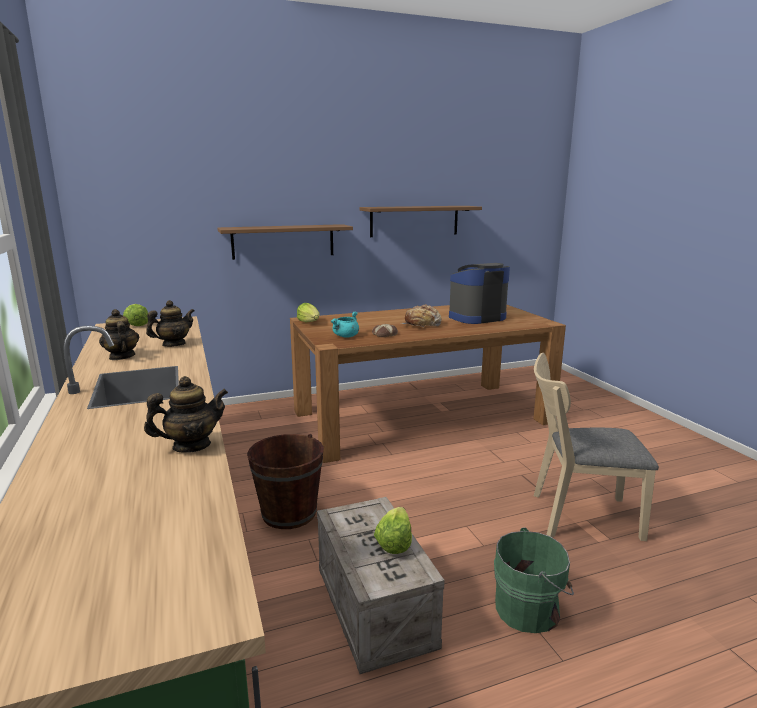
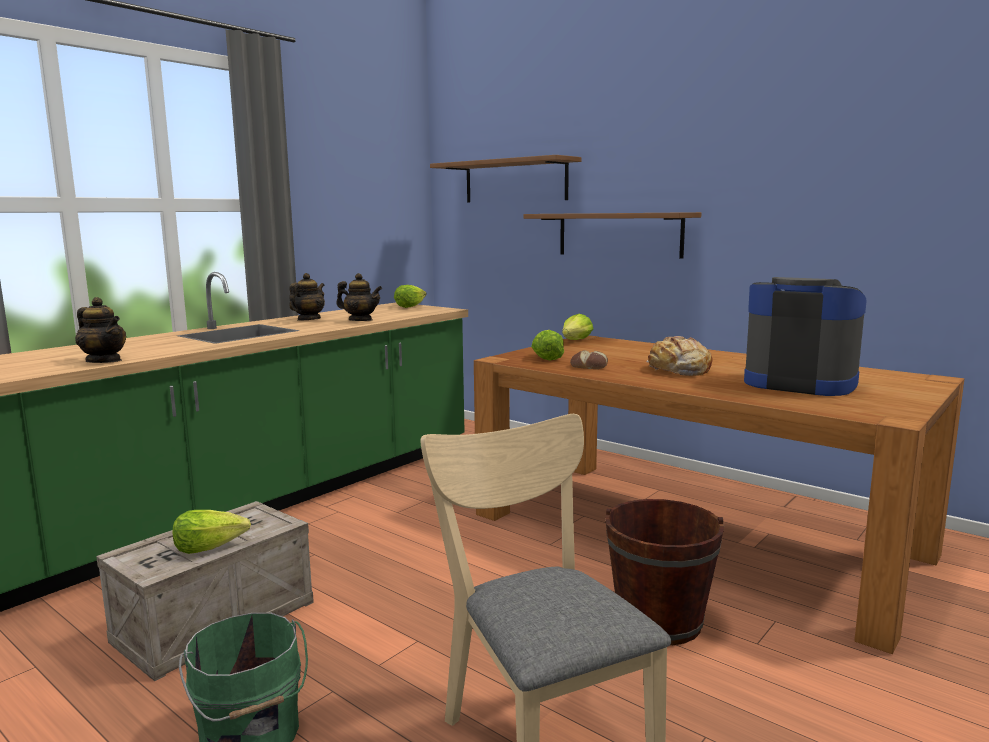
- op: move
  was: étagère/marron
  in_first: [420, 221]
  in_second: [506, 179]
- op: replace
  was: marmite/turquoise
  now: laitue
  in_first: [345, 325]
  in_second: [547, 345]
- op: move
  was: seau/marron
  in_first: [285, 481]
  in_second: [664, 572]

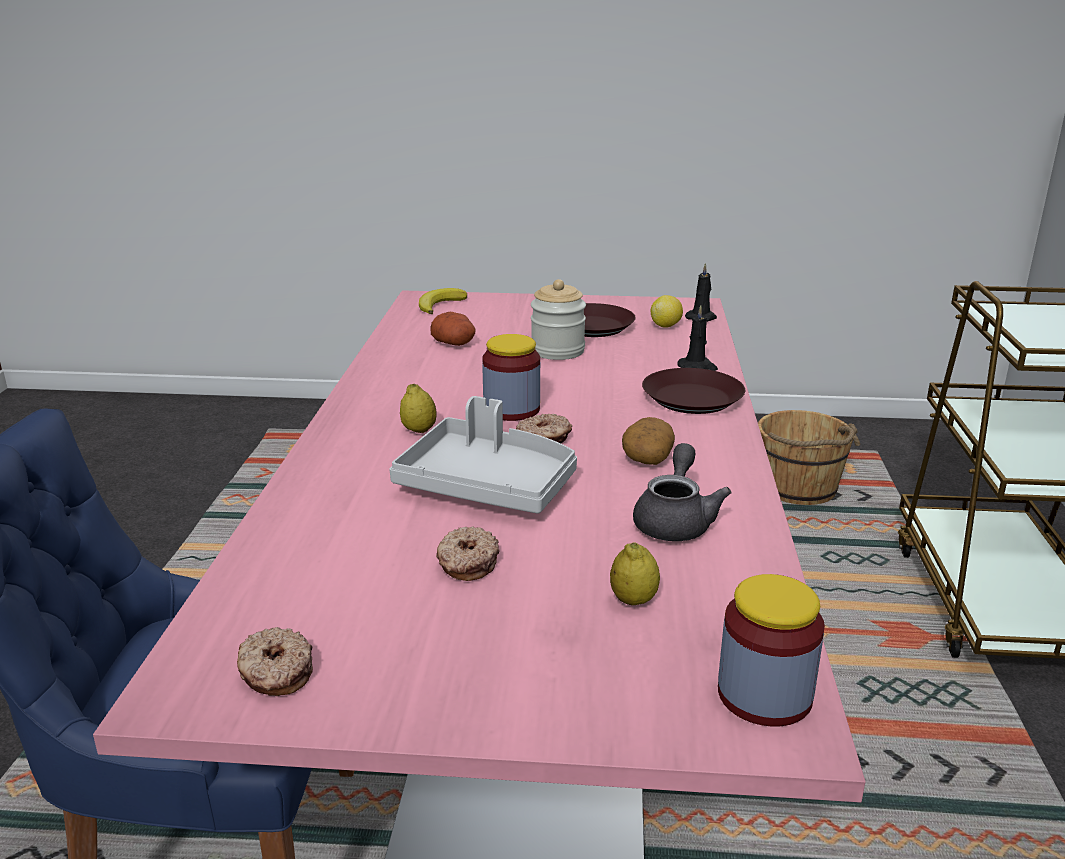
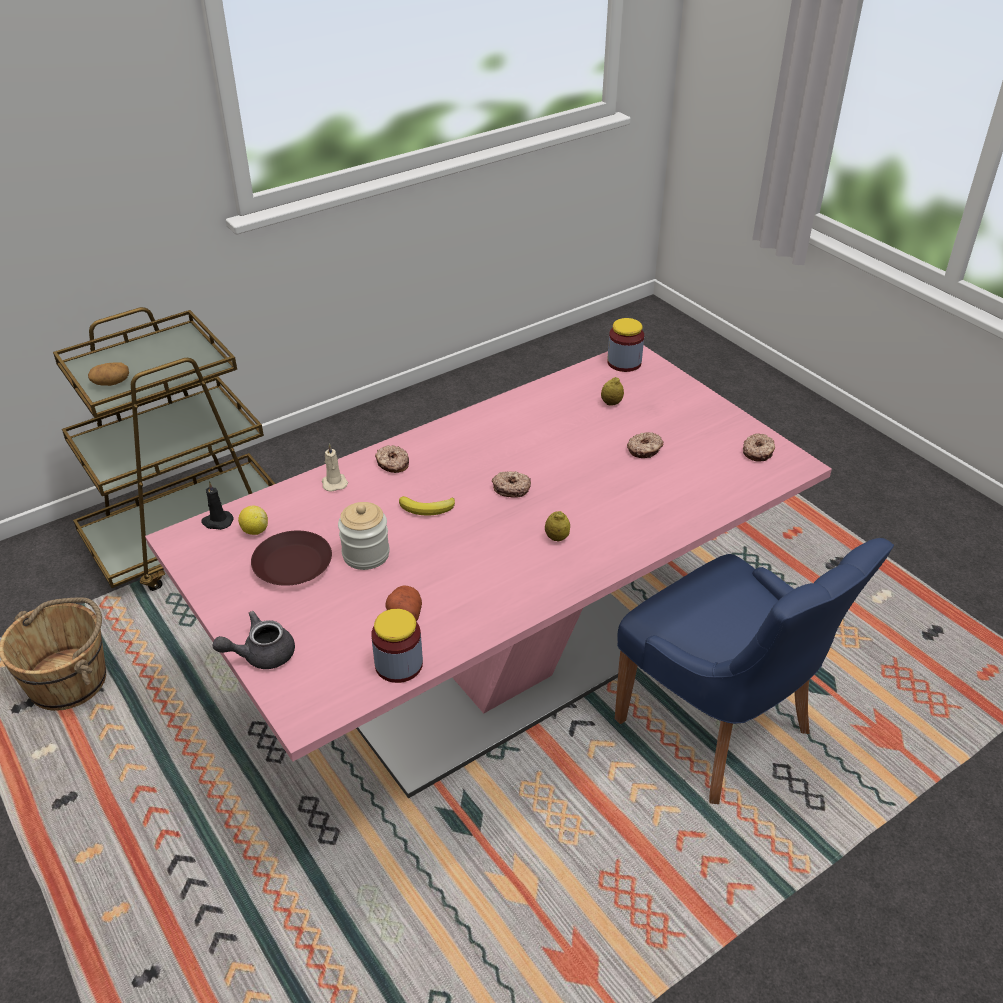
- op: move
  was: pomme de terre
  in_first: [648, 441]
  in_second: [108, 374]
- op: move
  was: théière/gris
  in_first: [682, 492]
  in_second: [253, 640]
- op: recolor
  was: bougie/noir
  now: bougie/beige
  in_first: [697, 338]
  in_second: [335, 467]
- op: move
  was: bocal
  in_first: [511, 377]
  in_second: [397, 646]
- op: replace
  was: assiette/marron
  now: beignet
  in_first: [693, 391]
  in_second: [392, 459]
- op: move
  was: banane
  in_first: [443, 301]
  in_second: [427, 506]
- op: delete
  was: plateau/gris
  in_first: [483, 455]

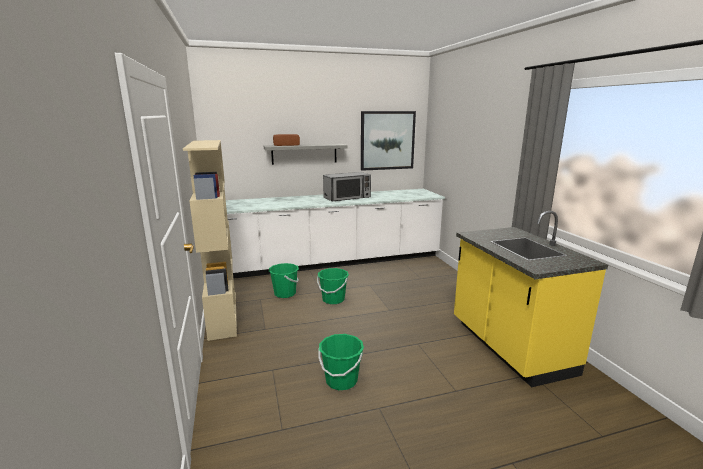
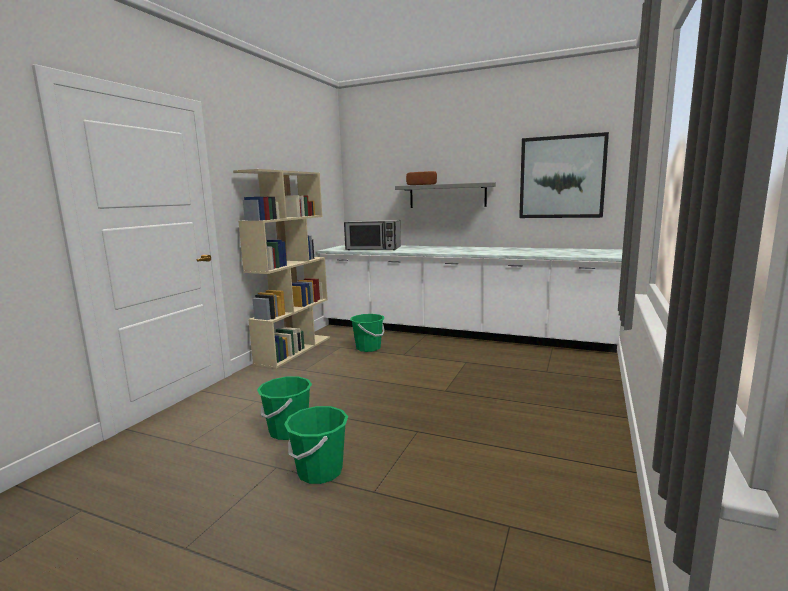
- op: move
  was: seau/vert
  in_first: [333, 286]
  in_second: [316, 445]
- op: move
  was: micro-ondes
  in_first: [347, 187]
  in_second: [372, 235]
- op: delete
  was: comptoir de cuisine/jaune
  in_first: [531, 299]

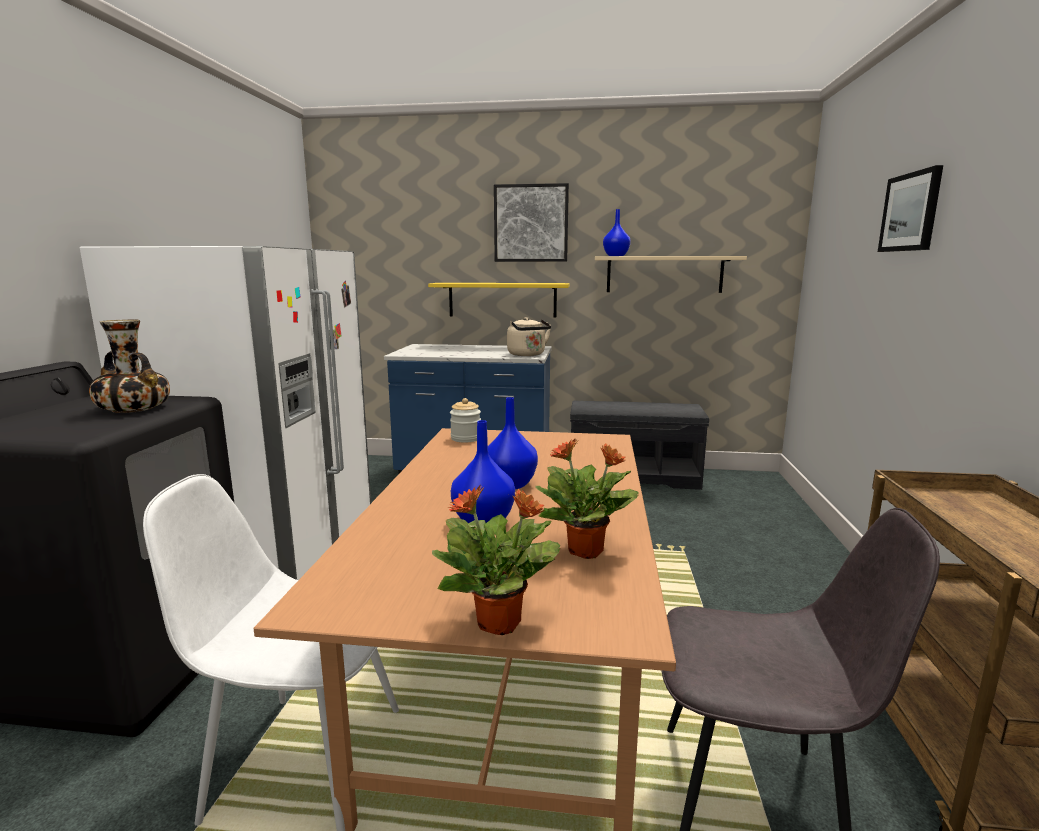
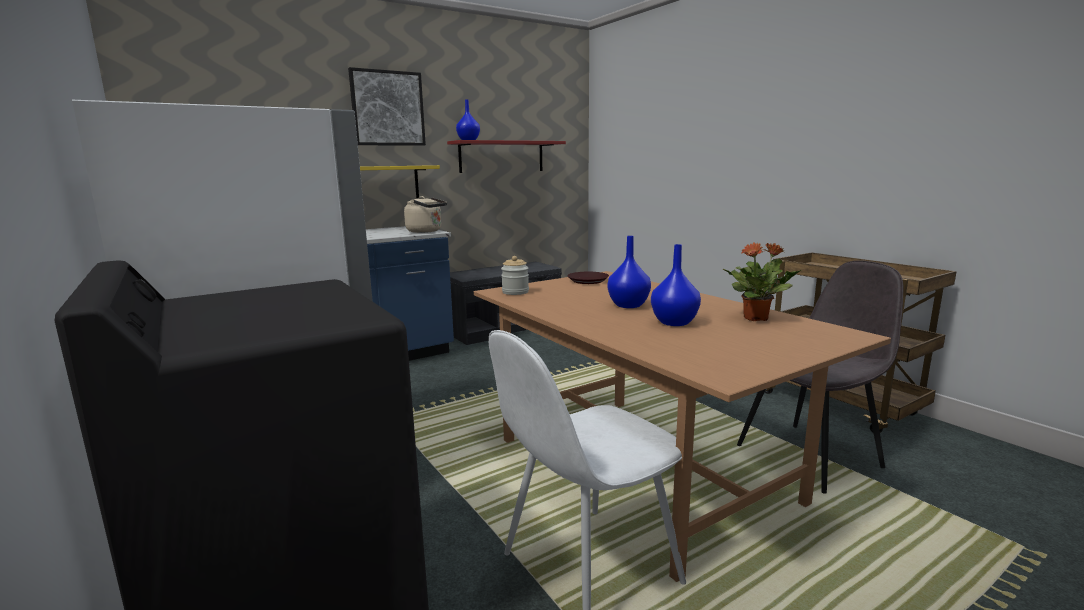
- op: recolor
  was: étagère/beige
  now: étagère/rouge
  in_first: [671, 274]
  in_second: [506, 156]
- op: insert
  now: assiette/marron
  in_second: [588, 278]
- op: delete
  was: vase
  in_first: [129, 366]
- op: delete
  was: plante en pot
  in_first: [496, 560]
- op: delete
  was: tableau
  in_first: [910, 208]

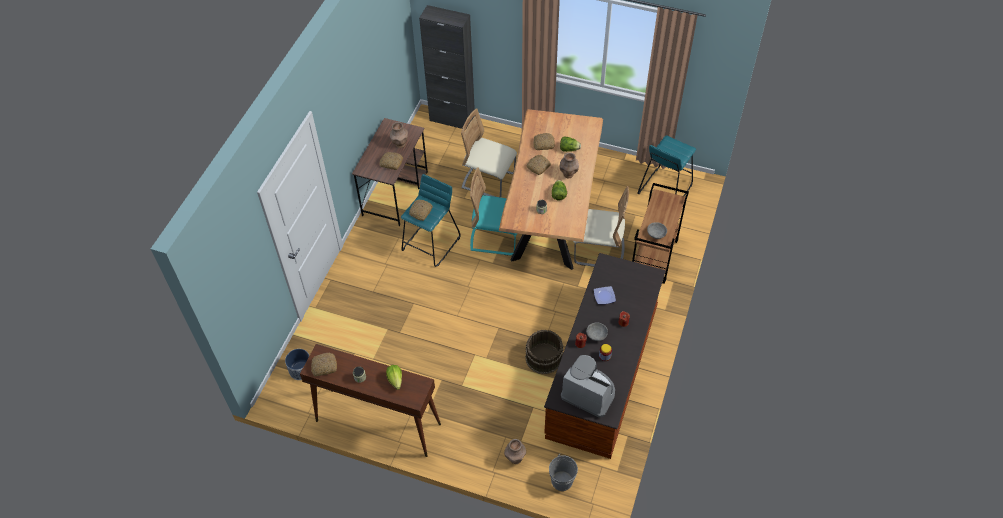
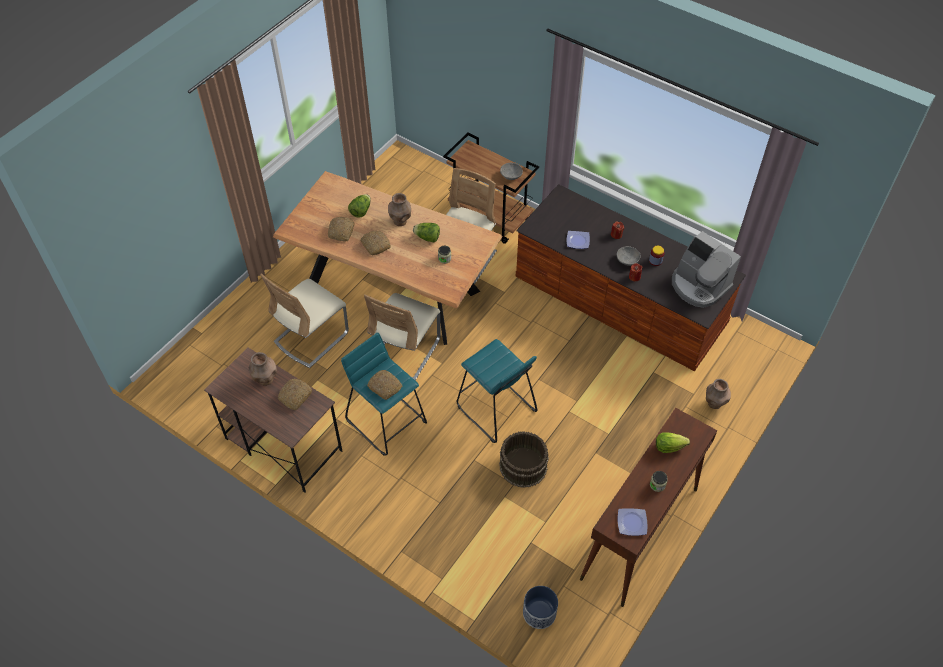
- op: recolor
  was: chaise/turquoise
  now: chaise/beige
  in_first: [493, 211]
  in_second: [402, 337]
- op: move
  was: tabouret/turquoise
  in_first: [666, 166]
  in_second: [497, 391]
- op: move
  was: seau/marron
  in_first: [544, 352]
  in_second: [524, 459]
- op: replace
  was: pain
  now: assiette
  in_first: [324, 364]
  in_second: [632, 522]
- op: rotate
  was: machine à café
  in_first: [588, 386]
  in_second: [706, 269]
  clockwise: -90
- op: delete
  was: meuble de rangement/noir
  in_first: [447, 67]
- op: delete
  was: seau/gris
  in_first: [563, 472]

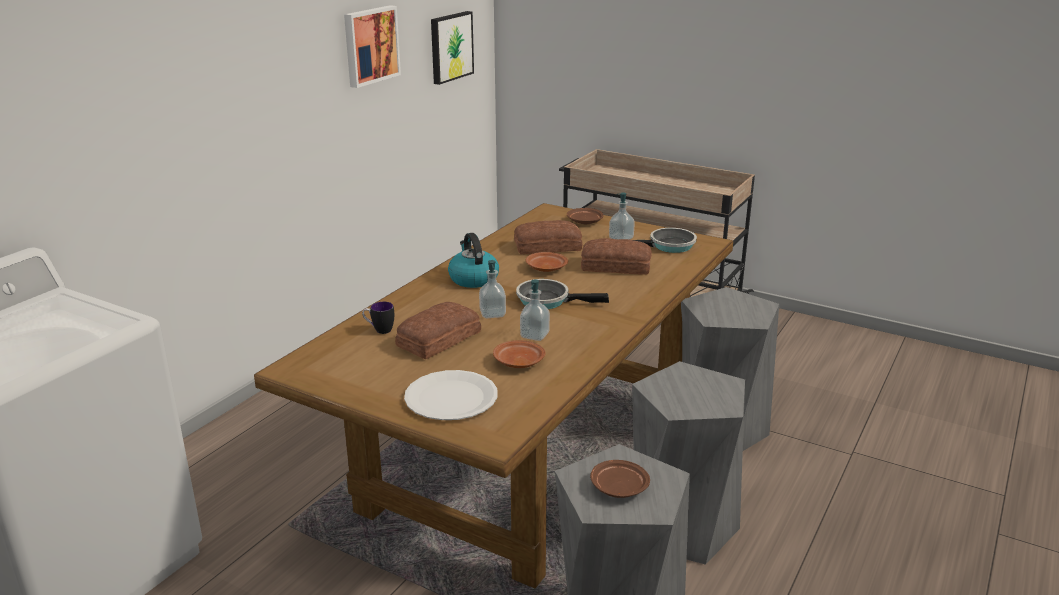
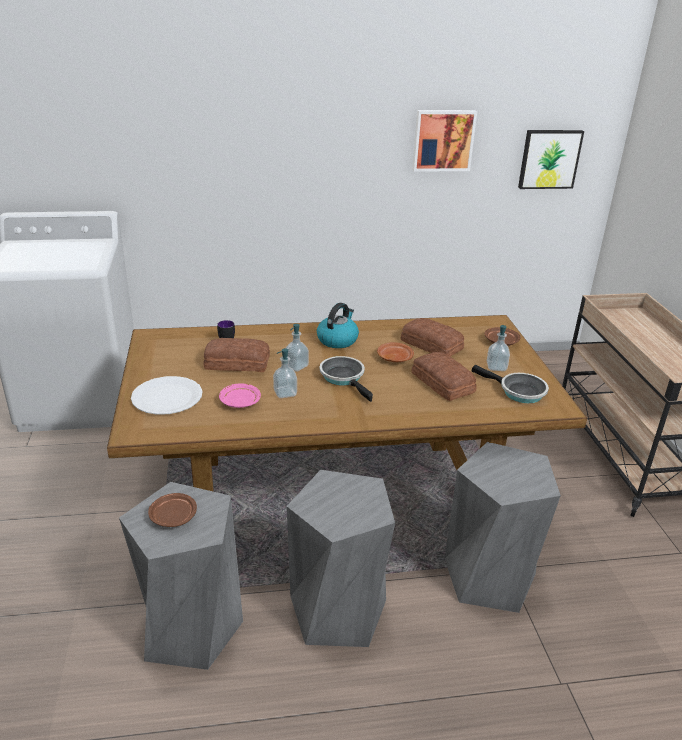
- op: recolor
  was: assiette/marron
  now: assiette/rose
  in_first: [519, 354]
  in_second: [240, 396]

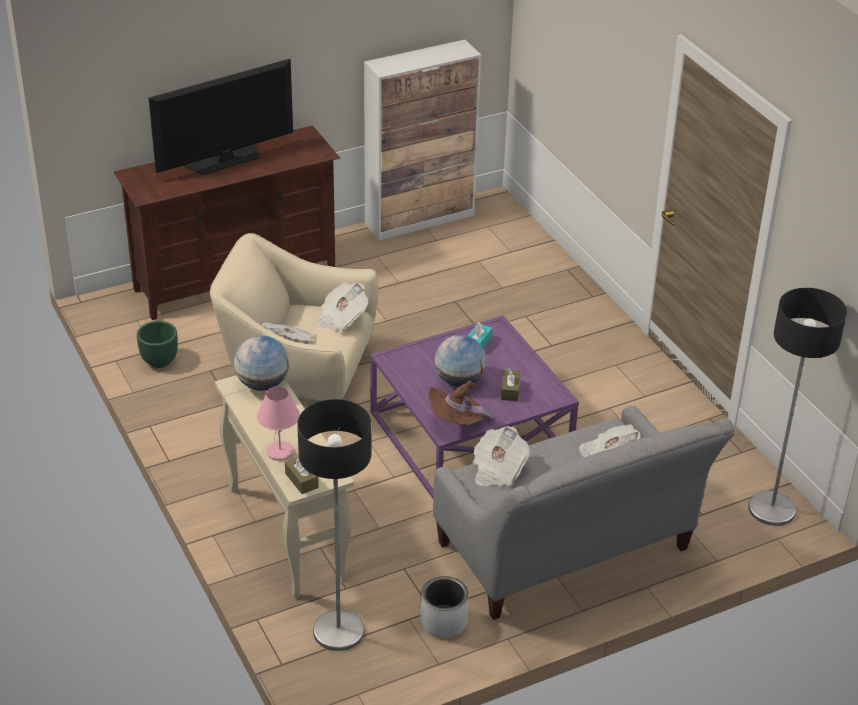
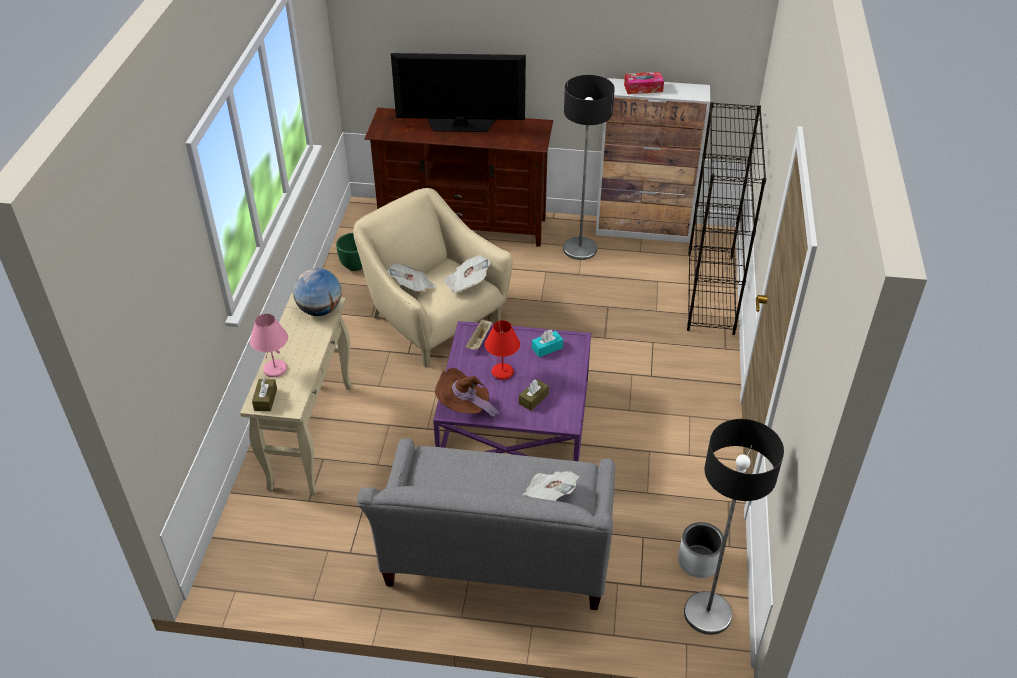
- op: insert
  now: plateau/beige
  in_second: [478, 334]
- op: replace
  was: globe
  now: lampe de table/rouge
  in_first: [460, 361]
  in_second: [502, 350]
- op: move
  was: lampadaire
  in_first: [334, 525]
  in_second: [589, 167]
- op: insert
  now: boîte à mouchoirs
  in_second: [644, 83]
- op: move
  was: cache-pot/gris
  in_first: [444, 607]
  in_second: [701, 550]
- op: insert
  now: bibliothèque/noir
  in_second: [726, 218]
- op: delete
  was: journal
  in_first: [501, 456]

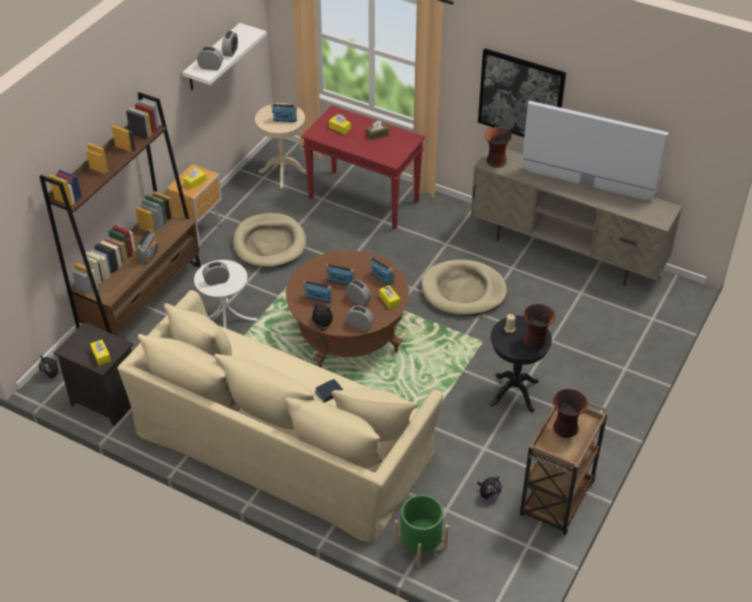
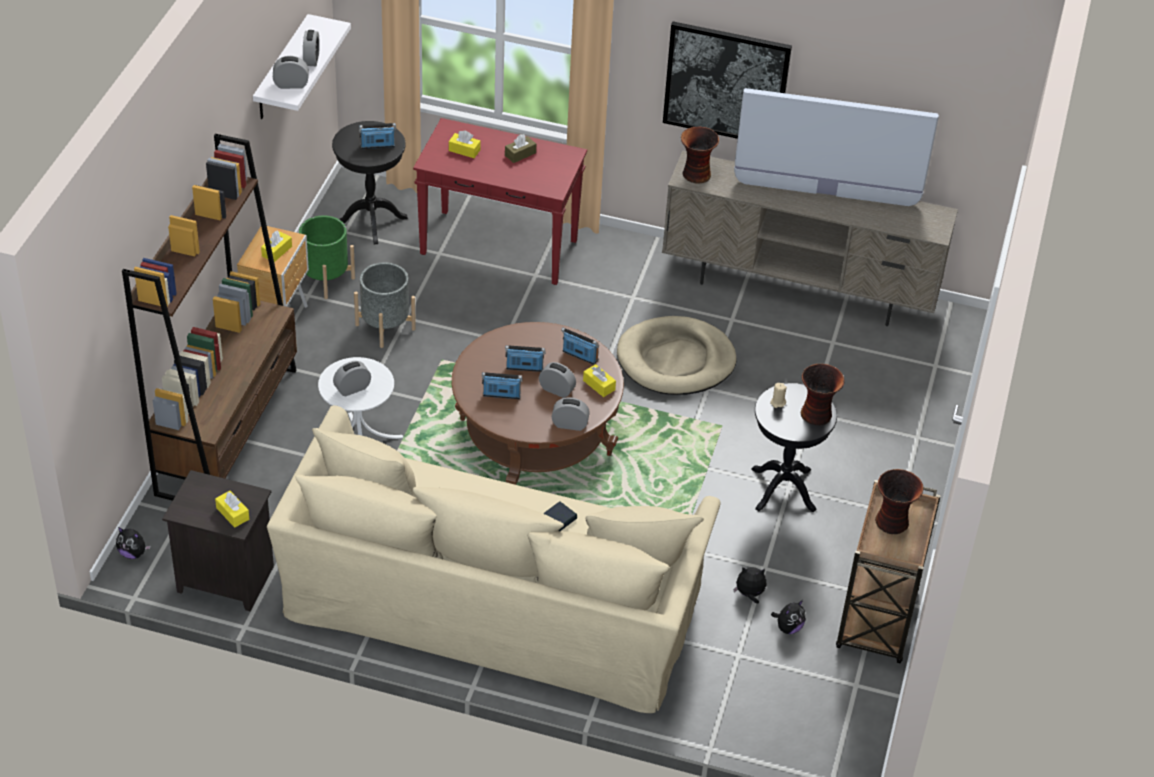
- op: move
  was: cache-pot/vert
  in_first: [422, 531]
  in_second: [327, 257]
- op: recolor
  was: table d'appoint/beige
  now: table d'appoint/noir
  in_first: [281, 145]
  in_second: [370, 182]
- op: replace
  was: panier pour chien/beige
  now: cache-pot/gris
  in_first: [269, 240]
  in_second: [385, 305]
- op: move
  was: peluche
  in_first: [321, 317]
  in_second: [750, 584]
- op: delete
  was: radio
  in_first: [148, 246]

